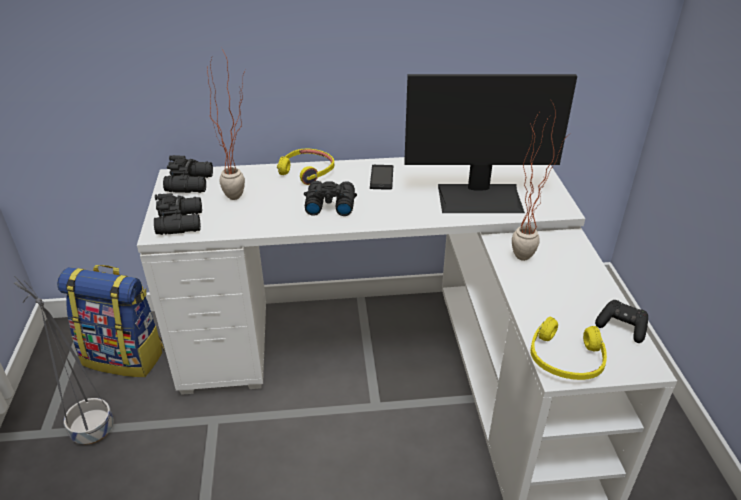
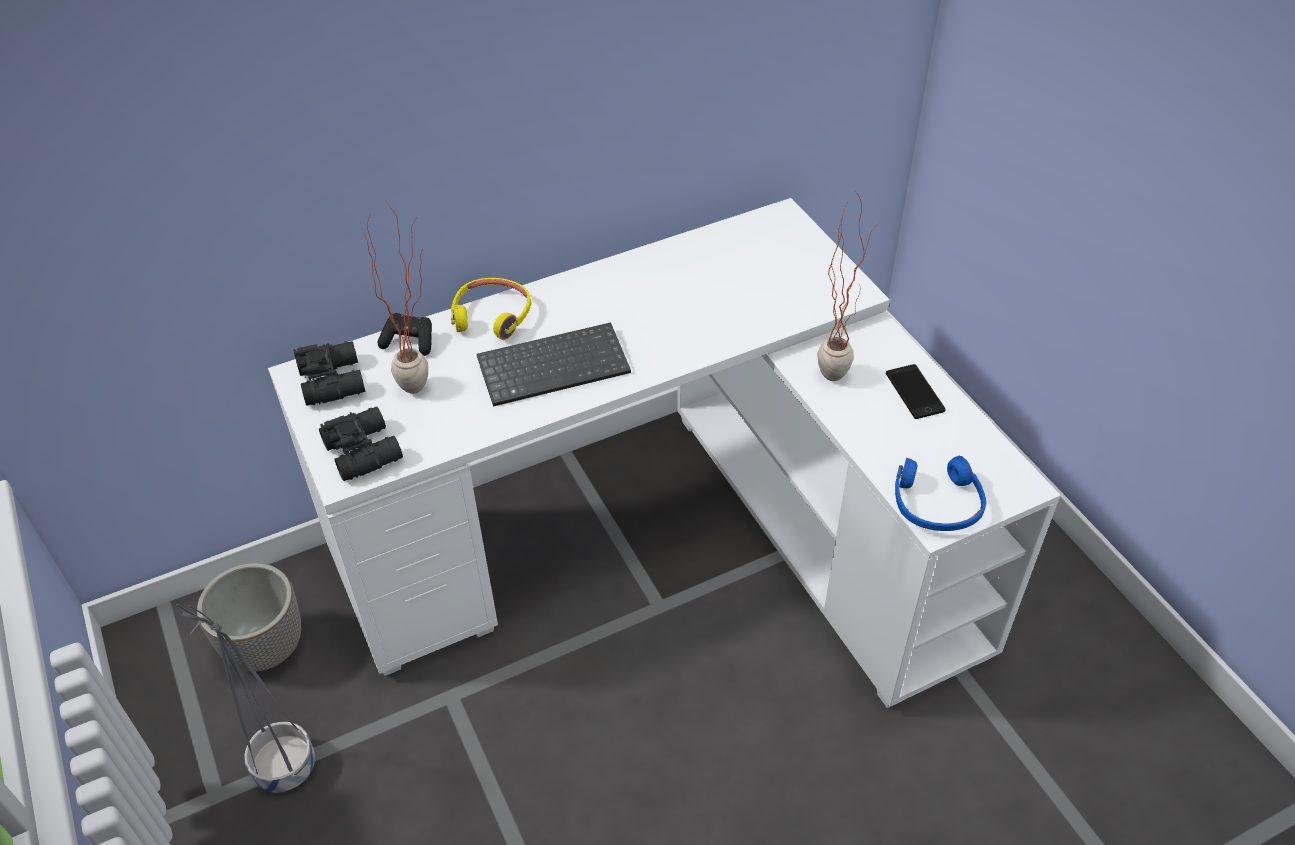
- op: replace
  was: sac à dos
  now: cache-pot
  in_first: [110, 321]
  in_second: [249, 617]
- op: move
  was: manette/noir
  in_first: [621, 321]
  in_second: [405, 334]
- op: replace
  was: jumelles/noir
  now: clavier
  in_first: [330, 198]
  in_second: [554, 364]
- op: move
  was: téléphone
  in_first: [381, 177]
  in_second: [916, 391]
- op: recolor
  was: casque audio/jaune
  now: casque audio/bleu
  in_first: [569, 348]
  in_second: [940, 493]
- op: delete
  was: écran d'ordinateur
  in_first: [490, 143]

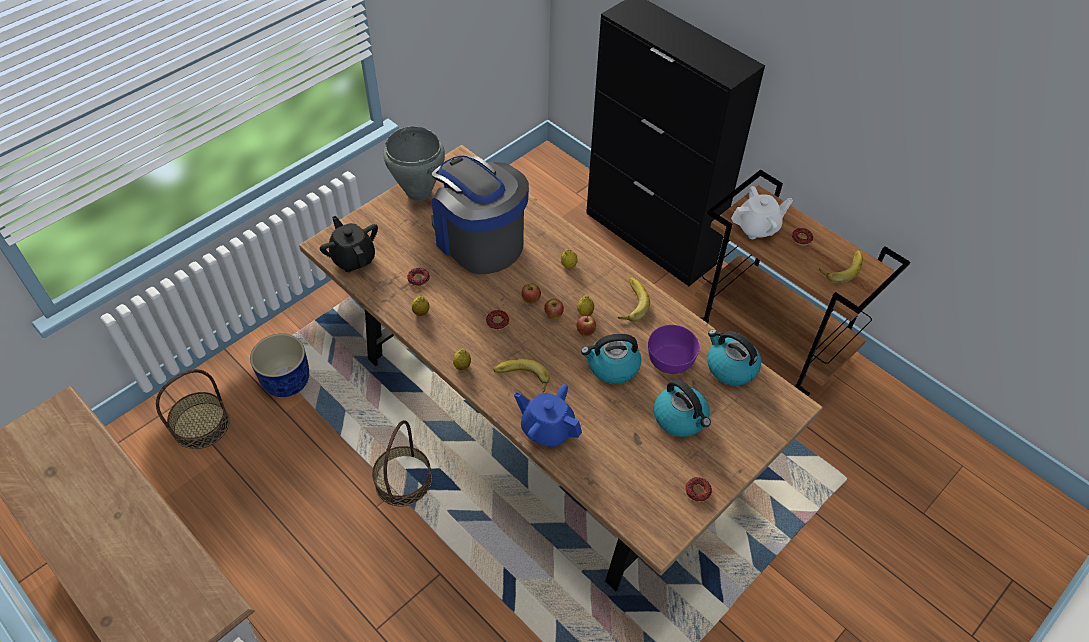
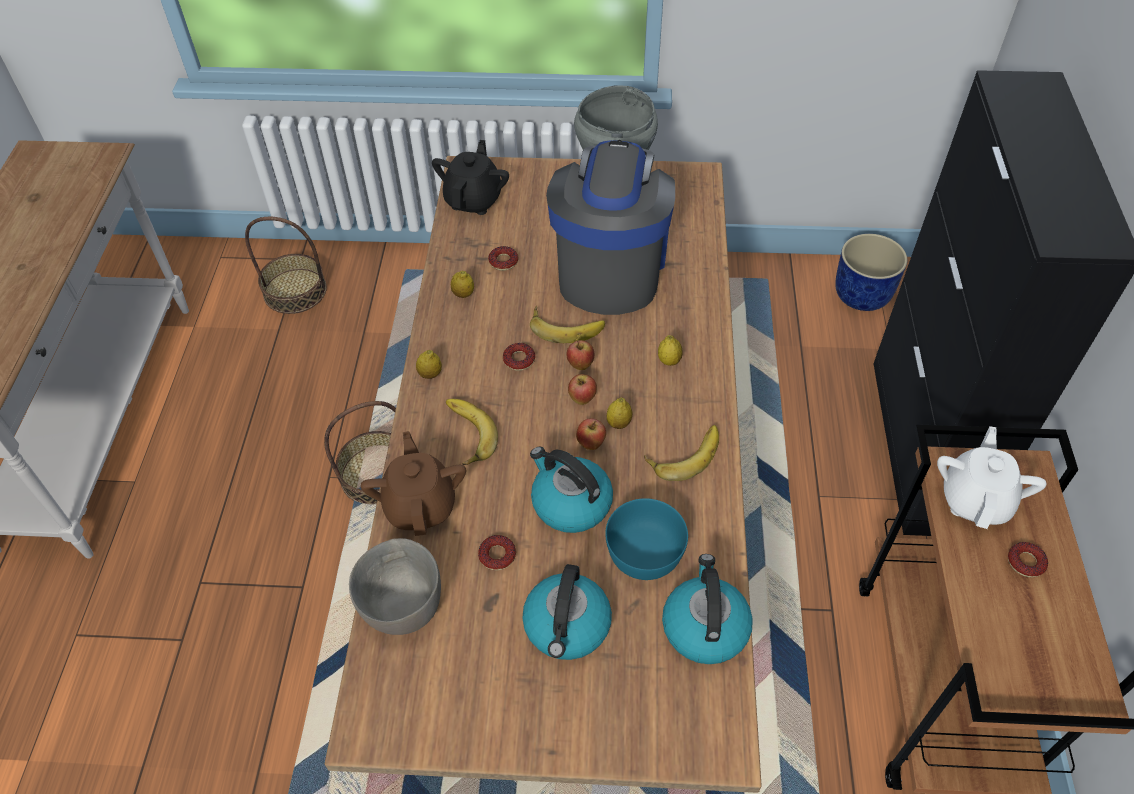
- op: insert
  now: bol/gris
  in_second: [395, 586]
- op: recolor
  was: théière/bleu
  now: théière/marron
  in_first: [548, 416]
  in_second: [413, 483]
- op: move
  was: beignet
  in_first: [698, 489]
  in_second: [497, 552]
- op: move
  was: banane
  in_first: [841, 266]
  in_second: [567, 324]
- op: recolor
  was: bol/violet
  now: bol/turquoise
  in_first: [673, 349]
  in_second: [646, 539]
- op: move
  was: cache-pot/bleu
  in_first: [279, 365]
  in_second: [871, 272]
- op: rotate
  was: théière/blanc
  in_first: [762, 212]
  in_second: [992, 477]
  clockwise: -105

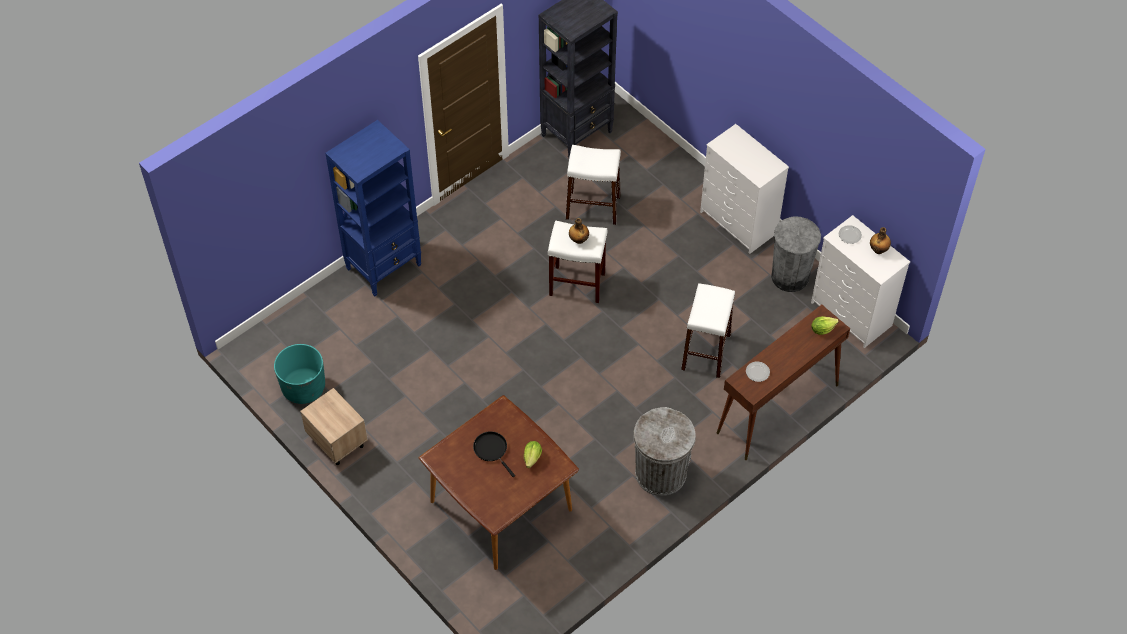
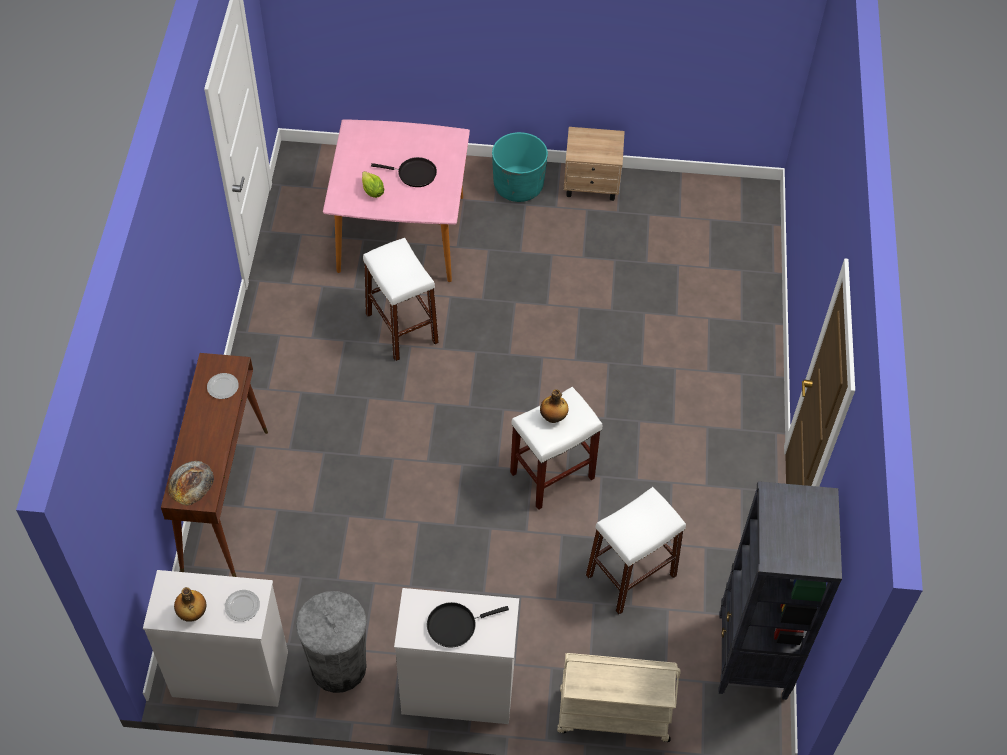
- op: replace
  was: laitue
  now: pain
  in_first: [825, 325]
  in_second: [191, 483]
- op: recolor
  was: table à manger/marron
  now: table à manger/rose
  in_first: [499, 482]
  in_second: [396, 200]
- op: move
  was: tabouret/blanc
  in_first: [708, 330]
  in_second: [401, 299]
- op: insert
  now: poêle/noir
  in_second: [468, 625]
- op: move
  was: cache-pot/turquoise
  in_first: [299, 374]
  in_second: [520, 167]
- op: insert
  now: chariot/beige
  in_second: [618, 697]
- op: delete
  was: bibliothèque/bleu
  in_first: [373, 208]
- op: delete
  was: poubelle/gris
  in_first: [664, 451]

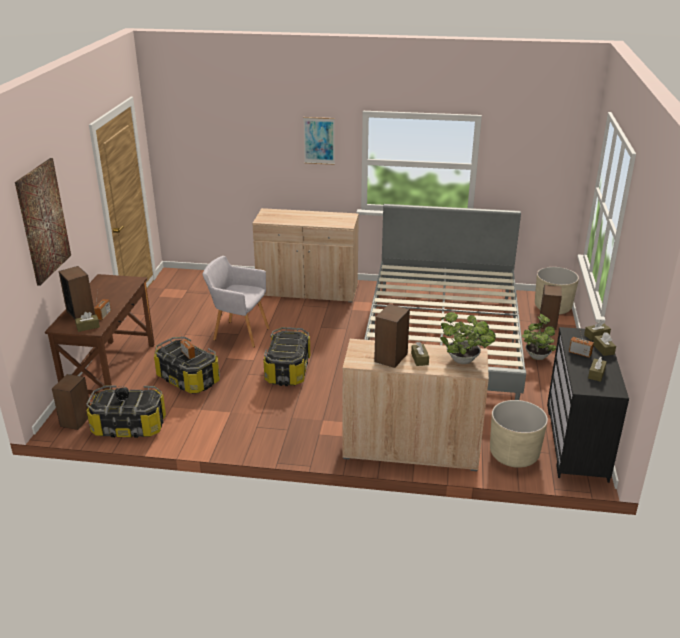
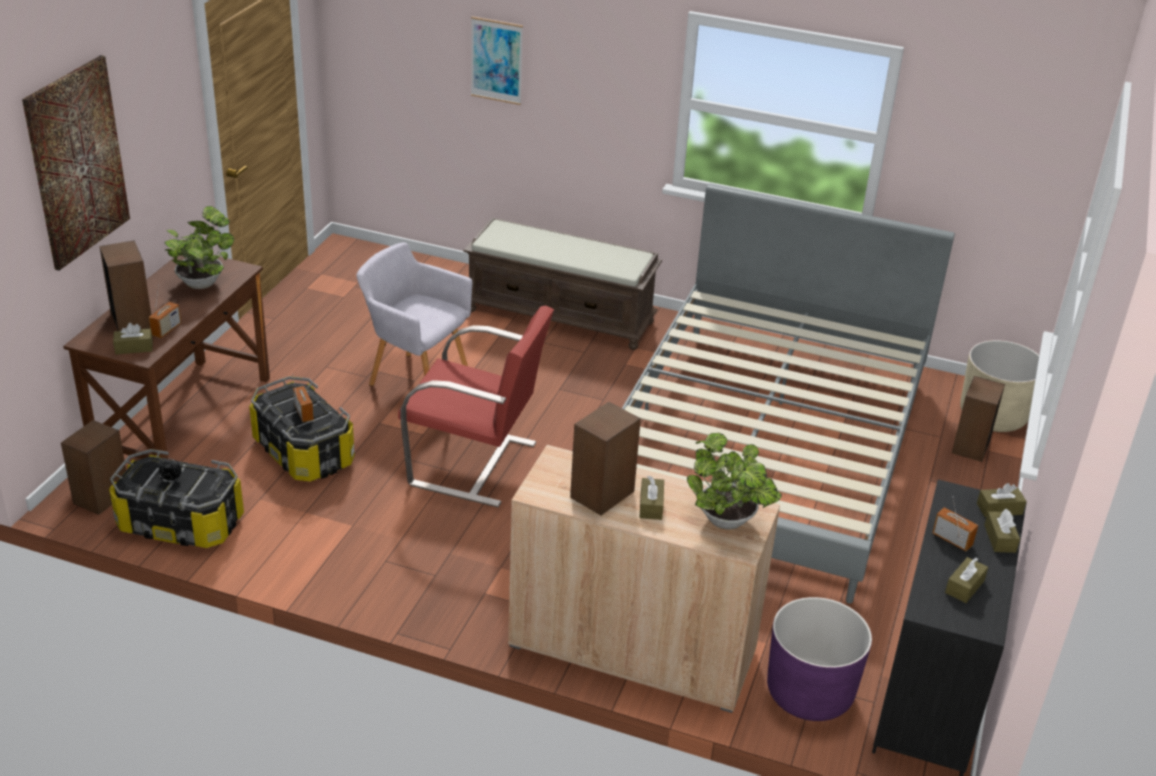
- op: move
  was: plante en pot
  in_first: [539, 337]
  in_second: [199, 247]
- op: replace
  was: boîte de rangement
  now: fauteuil/rouge
  in_first: [286, 356]
  in_second: [476, 406]
- op: replace
  was: meuble de rangement/beige
  now: banc/marron
  in_first: [305, 255]
  in_second: [562, 283]
- op: move
  was: tableau
  in_first: [319, 141]
  in_second: [497, 60]
- op: recolor
  was: cache-pot/beige
  now: cache-pot/violet
  in_first: [519, 434]
  in_second: [819, 659]

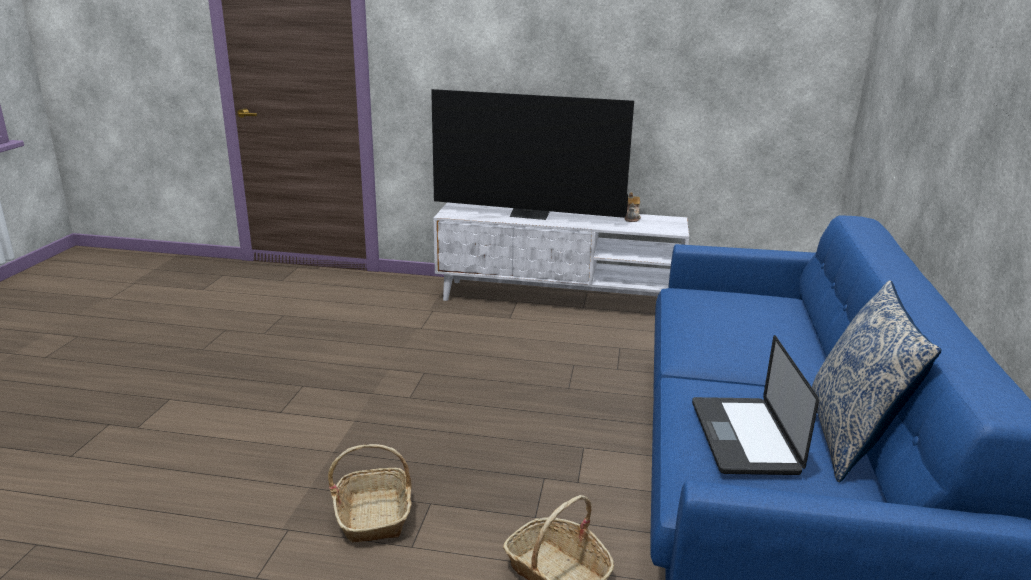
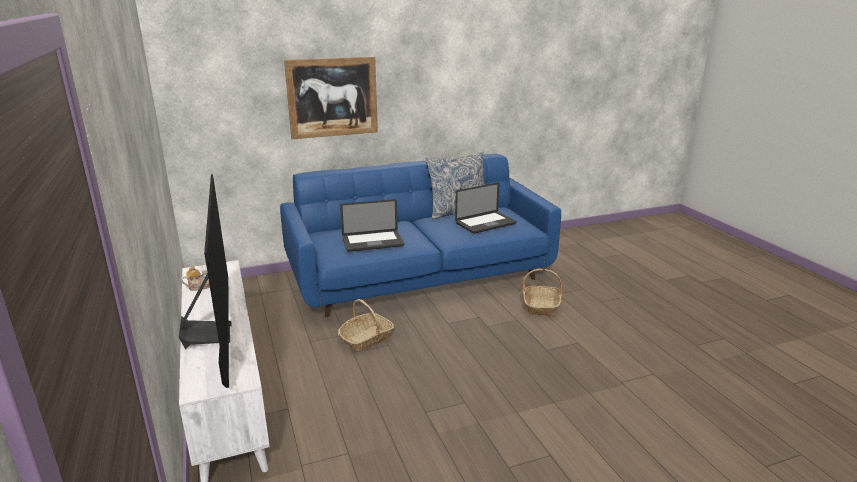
- op: insert
  now: tableau
  in_second: [331, 97]
- op: move
  was: panier
  in_first: [370, 493]
  in_second: [366, 325]
- op: insert
  now: ordinateur portable
  in_second: [372, 225]

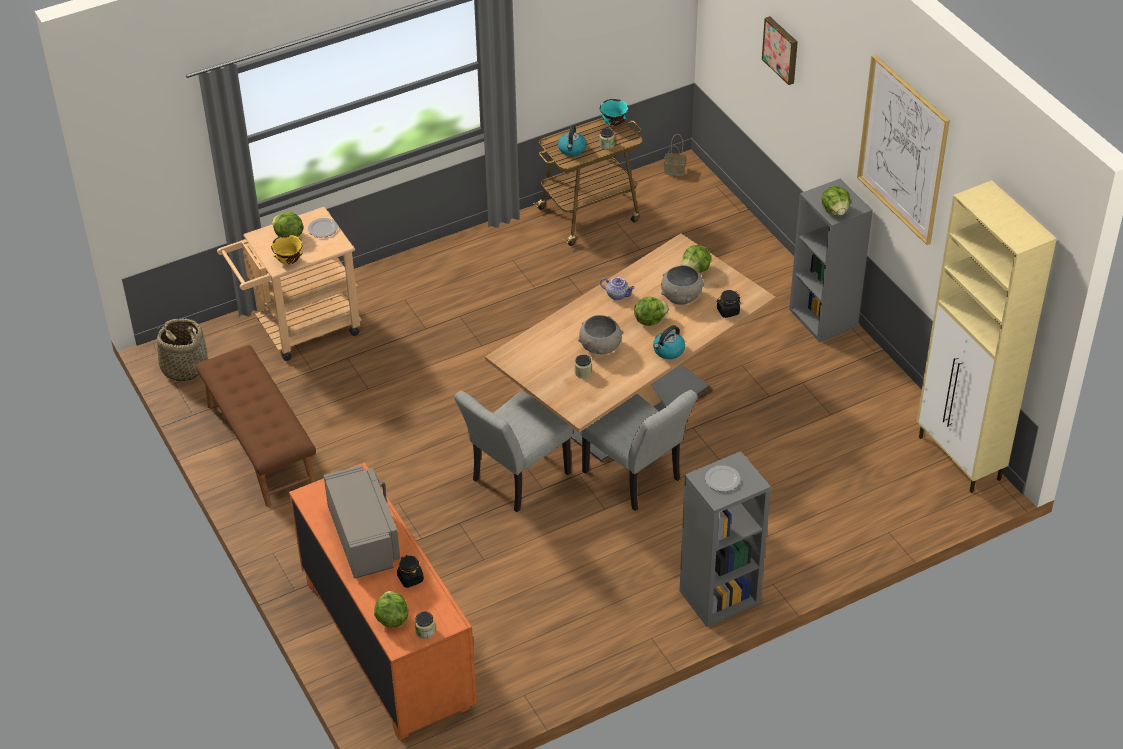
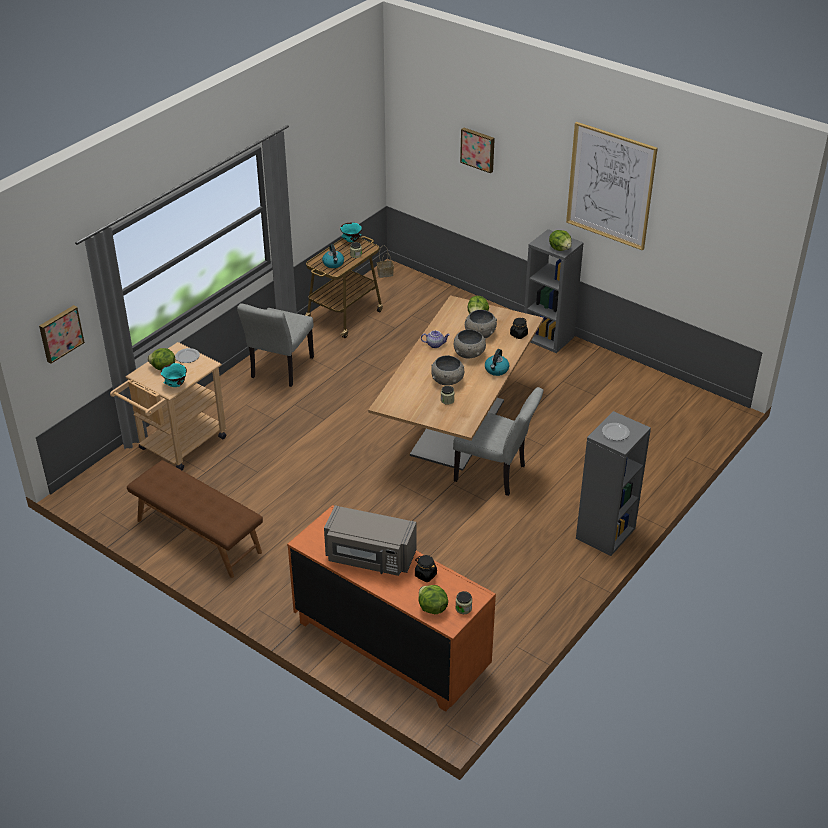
- op: insert
  now: tableau
  in_second: [62, 334]
- op: recolor
  was: bol/jaune
  now: bol/turquoise
  in_first: [287, 250]
  in_second: [174, 375]
- op: move
  was: chaise/gris
  in_first: [513, 451]
  in_second: [275, 345]
- op: rotate
  was: micro-ondes/gris
  in_first: [362, 522]
  in_second: [370, 540]
  clockwise: 150
- op: replace
  was: laitue
  now: bol/gris
  in_first: [651, 311]
  in_second: [470, 343]
- op: delete
  was: panier
  in_first: [180, 350]
- op: delete
  was: meuble de rangement/beige
  in_first: [987, 336]

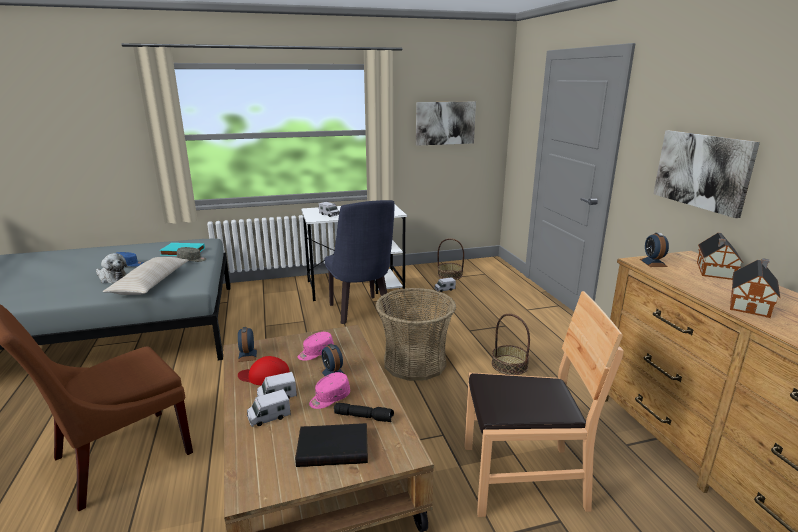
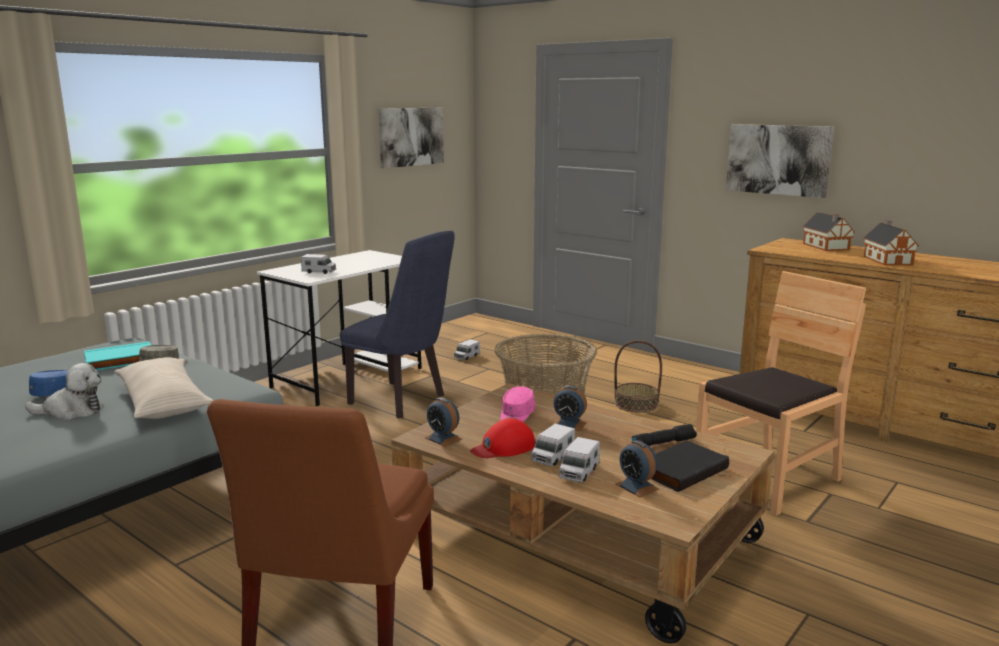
- op: move
  was: réveil
  in_first: [654, 250]
  in_second: [637, 468]
- op: delete
  was: casquette/rose
  in_first: [329, 390]
- op: delete
  was: panier
  in_first: [450, 259]

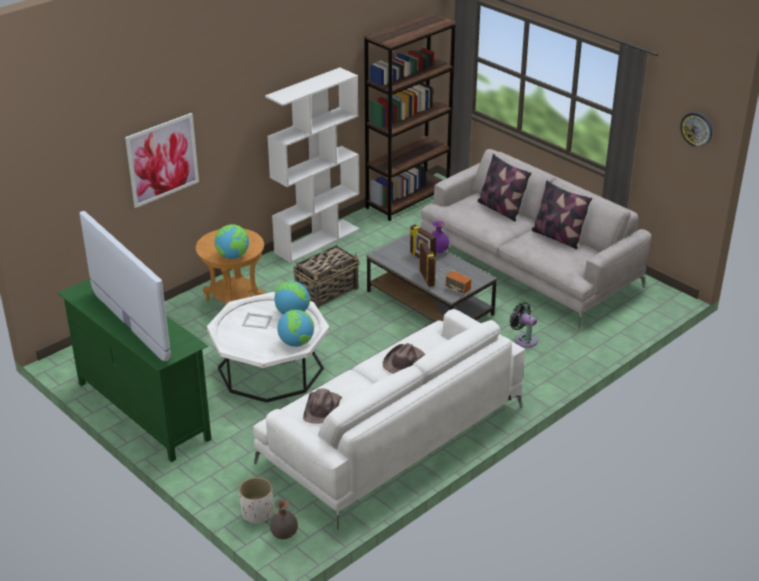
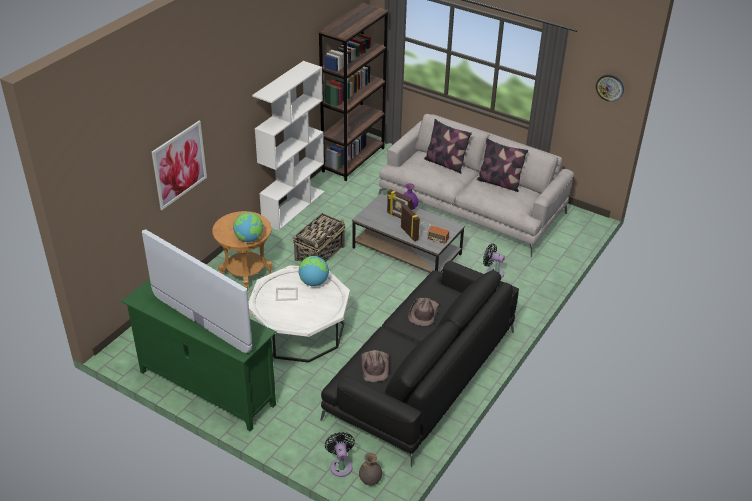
- op: recolor
  was: canapé/blanc
  now: canapé/noir
  in_first: [389, 419]
  in_second: [419, 364]
- op: replace
  was: cache-pot/blanc
  now: ventilateur/noir
  in_first: [256, 500]
  in_second: [340, 454]
- op: delete
  was: globe
  in_first: [295, 328]

